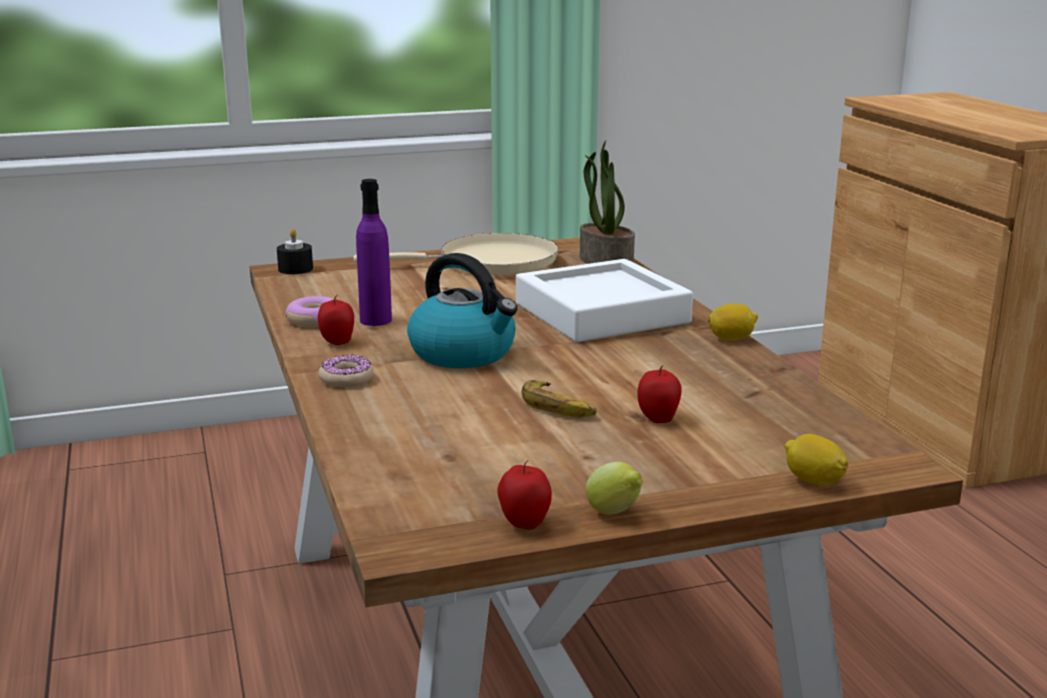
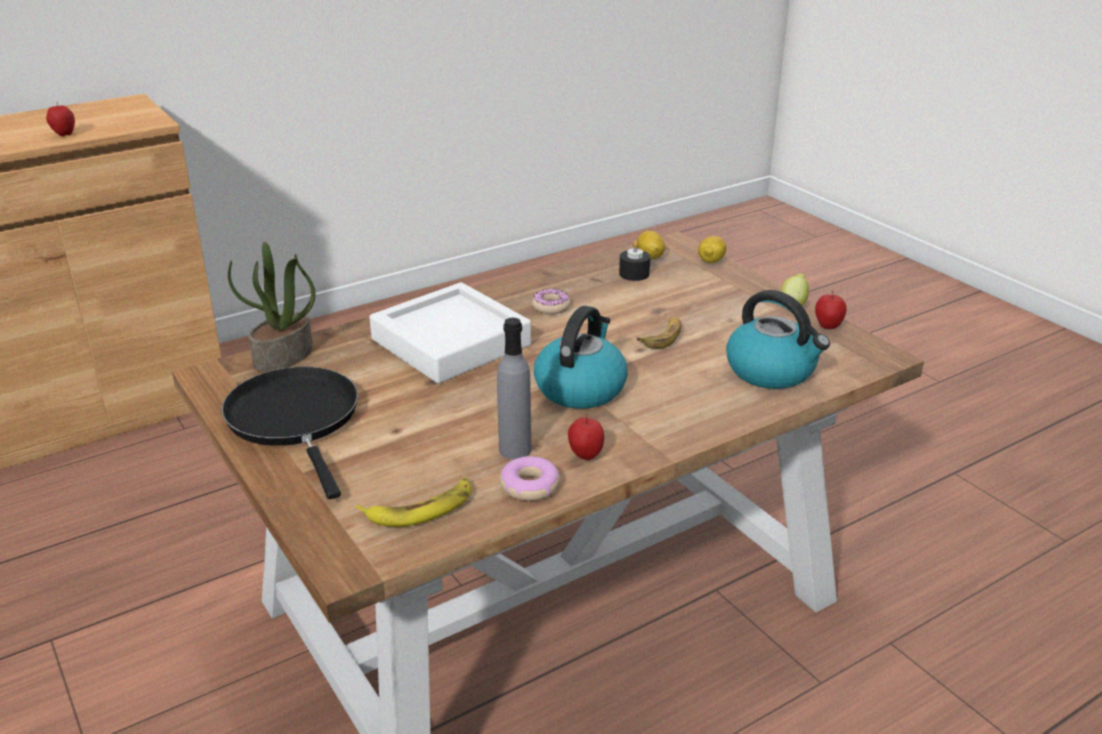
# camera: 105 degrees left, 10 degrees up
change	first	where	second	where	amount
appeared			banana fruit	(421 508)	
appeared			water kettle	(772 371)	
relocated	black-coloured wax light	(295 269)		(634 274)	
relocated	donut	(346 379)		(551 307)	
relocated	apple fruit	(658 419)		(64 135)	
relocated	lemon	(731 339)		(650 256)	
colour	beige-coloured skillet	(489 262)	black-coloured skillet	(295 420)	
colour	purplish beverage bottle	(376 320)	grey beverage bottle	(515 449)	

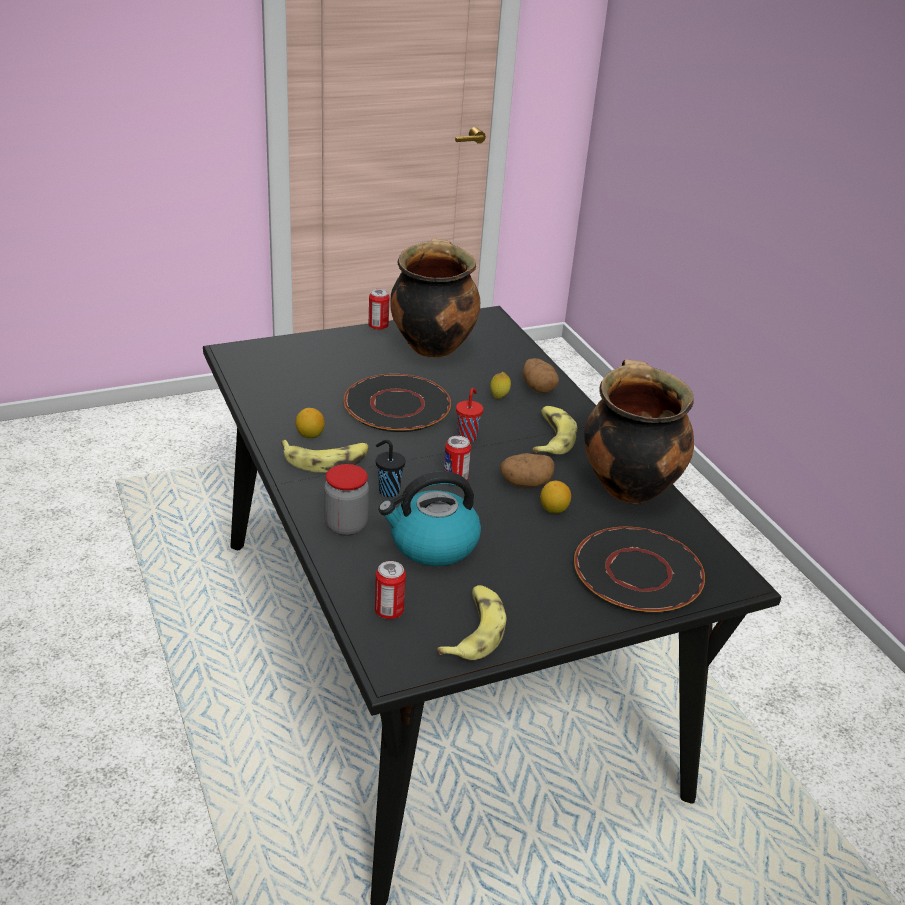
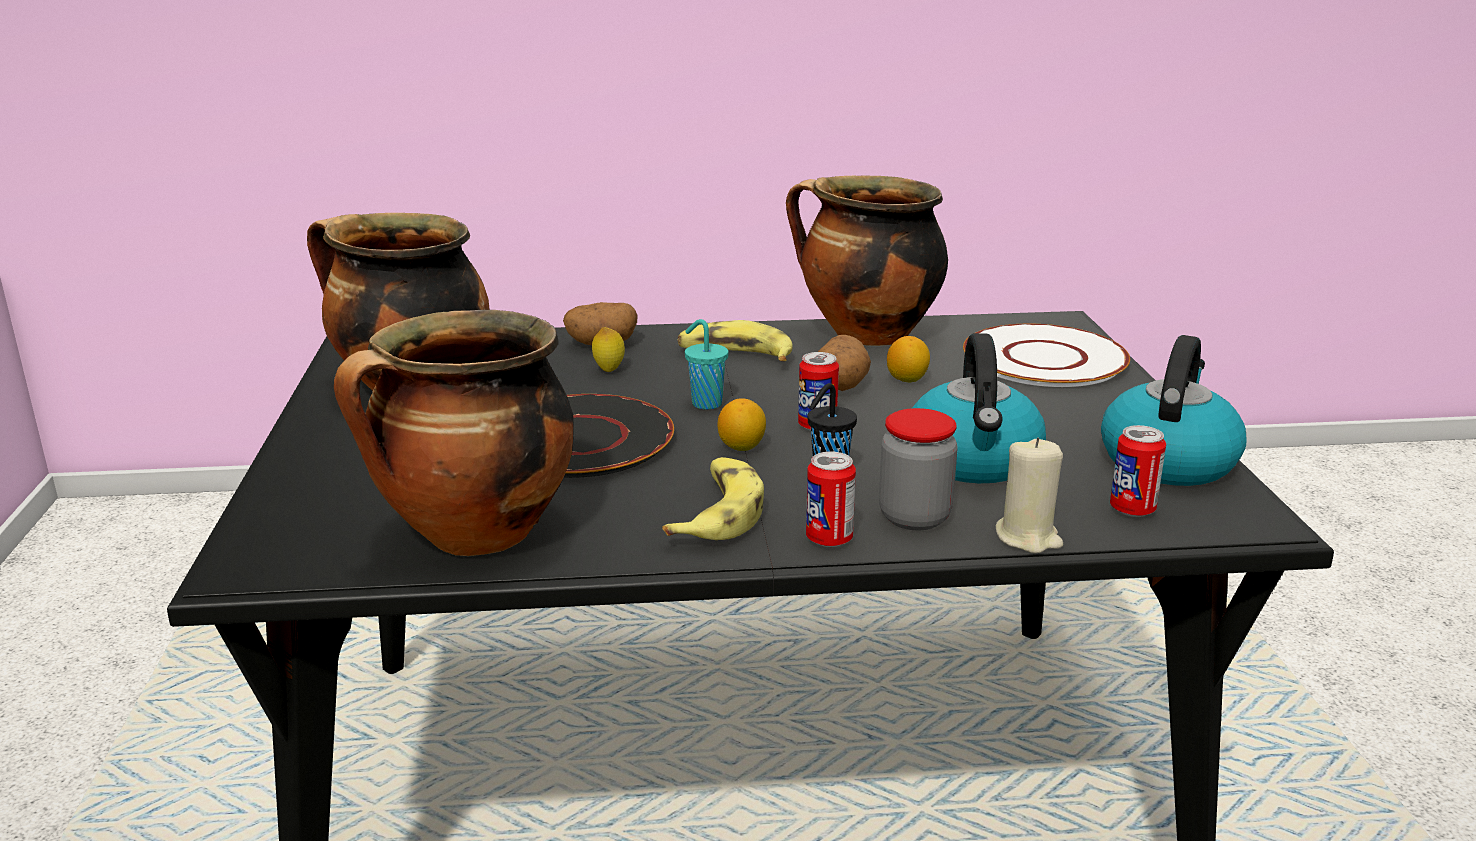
# camera: 70 degrees left, 10 degrees down
change	first	where	second	where	amount
appeared			cooking pot	(475 537)	
appeared			beige-coloured wax light	(1028 537)	
relocated	lemon	(310 435)		(742 447)	
relocated	metal can	(378 327)		(829 539)	
exchanged	banana fruit	(474 630)	water kettle	(1167 460)	
colour	red-coloured cup	(467 437)	blue-green cup	(705 403)	
colour	black-coloured plate	(638 571)	white plate	(1043 358)	

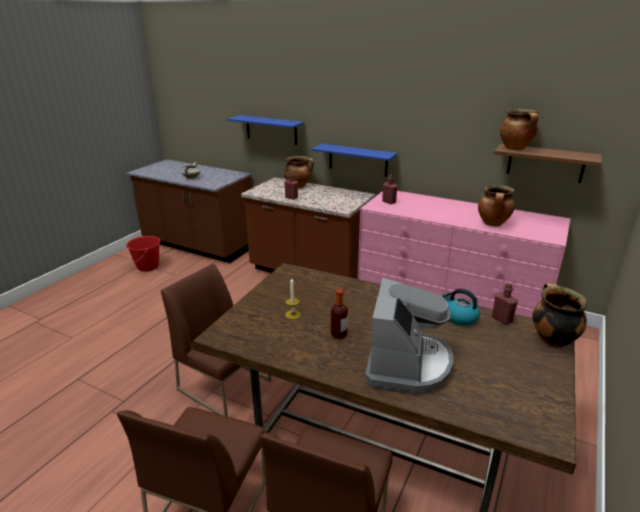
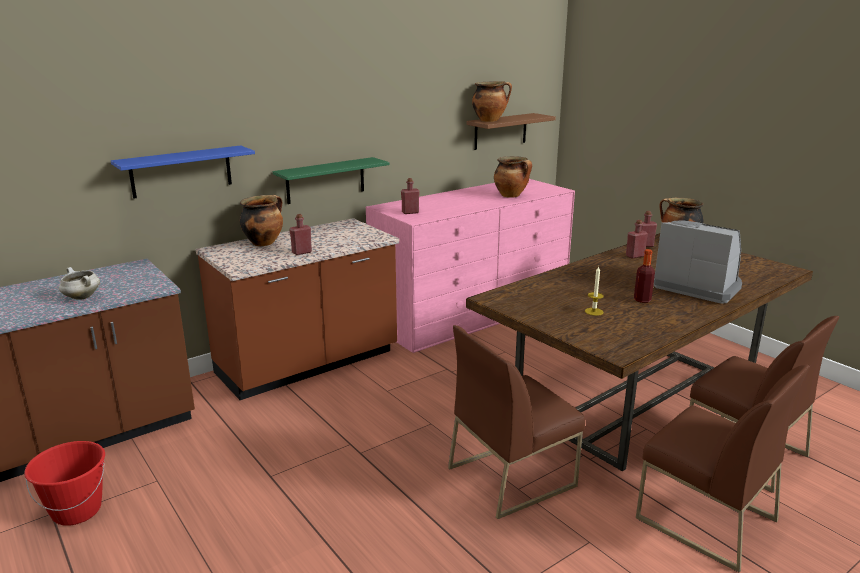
# camera: 65 degrees left, 5 degrees down
change	first	where	second	where	amount
exchanged	water kettle	(460 318)	red-coloured beverage bottle	(635 256)	
colour	blue shelf	(358 160)	green-coloured shelf	(325 180)	

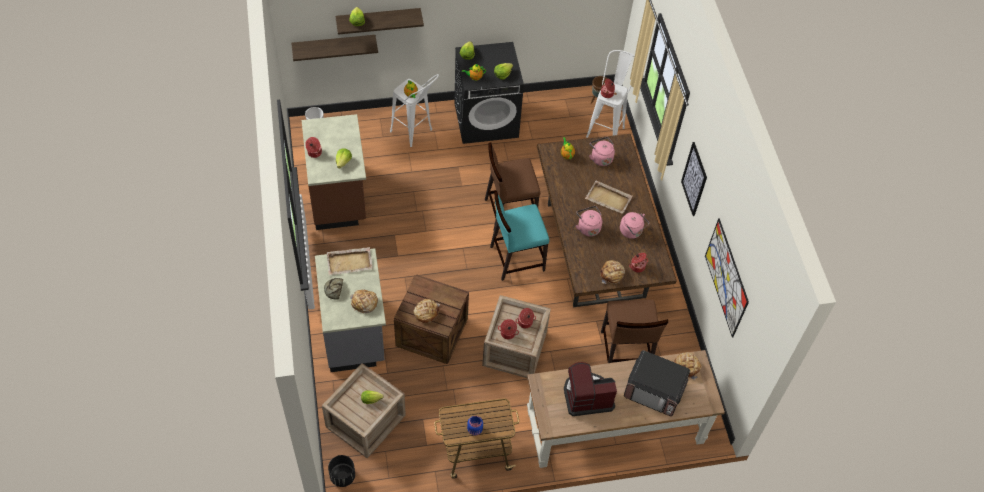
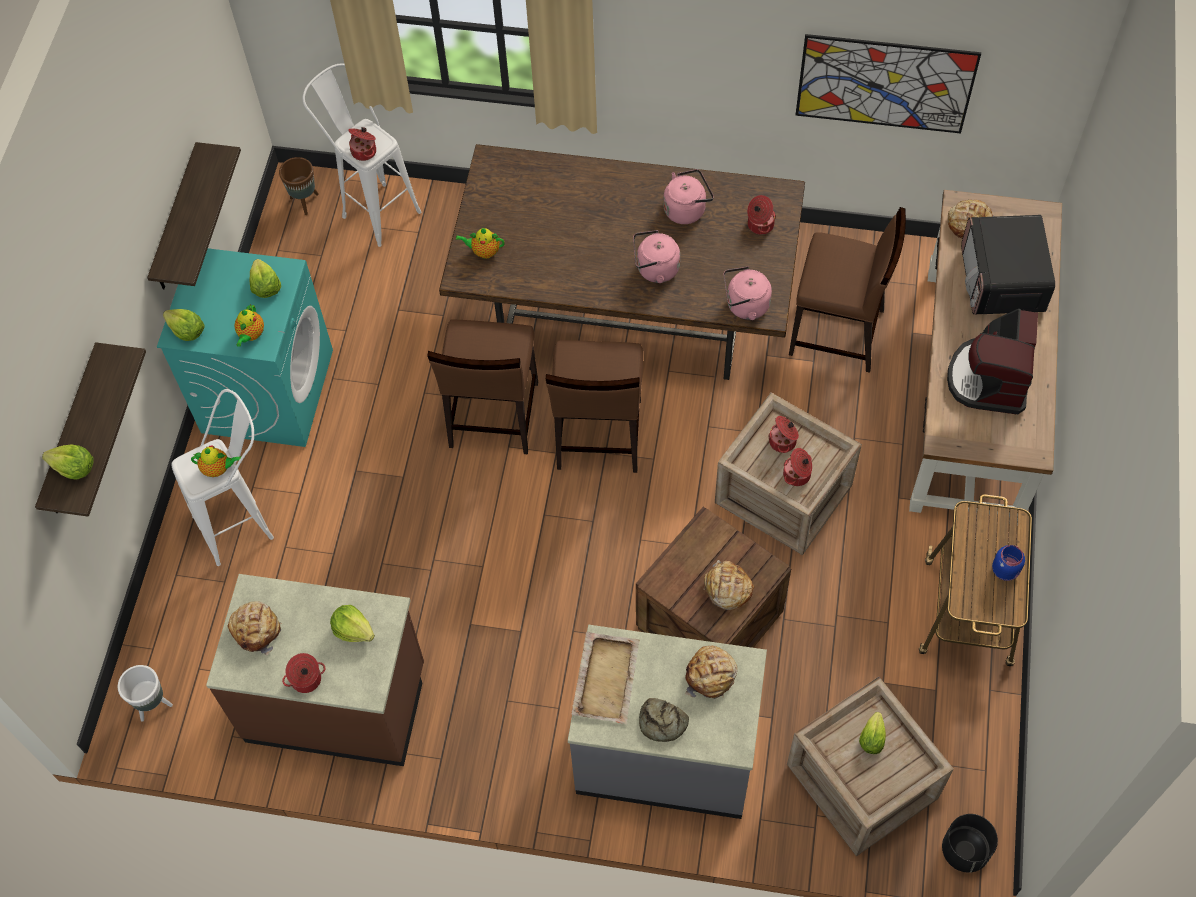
# camera: 65 degrees left, 5 degrees up
change	first	where	second	where	amount
missing	beige-coloured tray	(609 198)			
missing	wall art	(694 179)			
relocated	shelf	(334 46)		(177 221)	
relocated	pinkish water kettle	(600 158)		(745 306)	
relocated	baked bread	(612 274)		(257 629)	
colour	black-coloured laundry appliance	(486 120)	blue-green laundry appliance	(267 390)	
colour	blue-green chair	(516 258)	brownish chair	(598 435)	
spun	microwave	(654 390)		(1001 281)	135 degrees clockwise

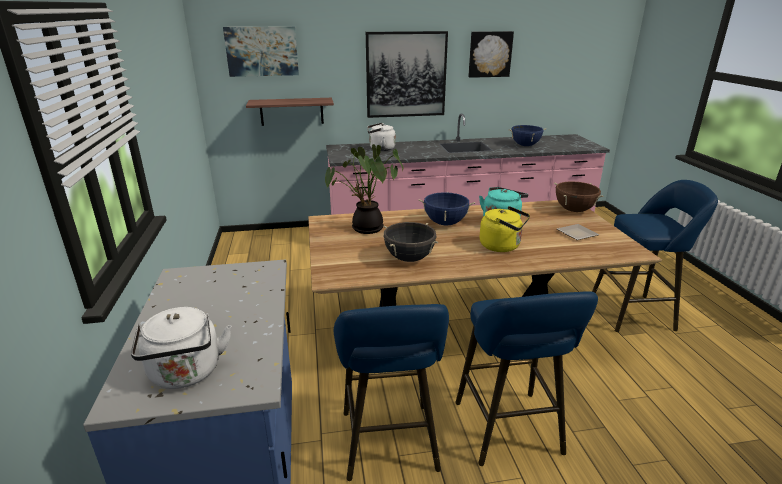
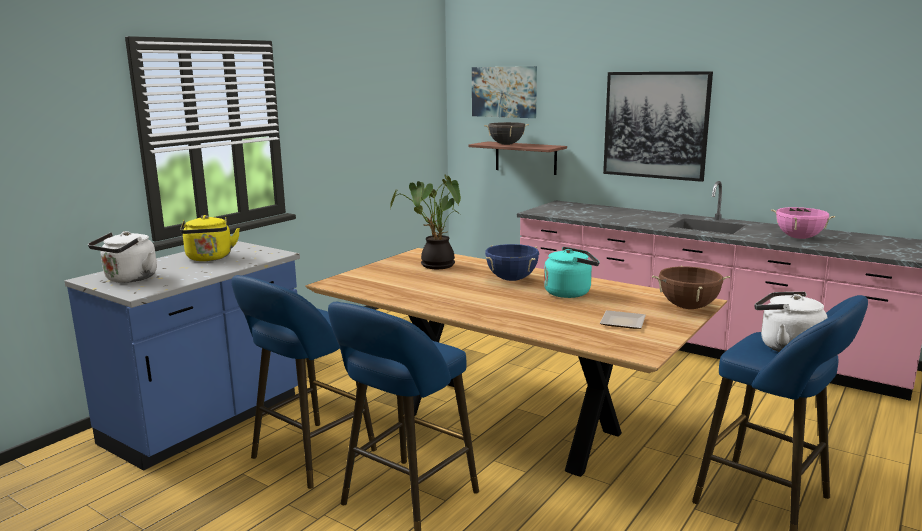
# camera: 45 degrees right, 10 degrees down
change	first	where	second	where	amount
missing	wall art	(489 54)			
relocated	white water kettle	(380 149)		(785 347)	
relocated	black-coloured cooking pot	(409 258)		(506 144)	
relocated	yellow water kettle	(502 246)		(209 258)	
colour	blue cooking pot	(525 145)	pinkish cooking pot	(799 238)	

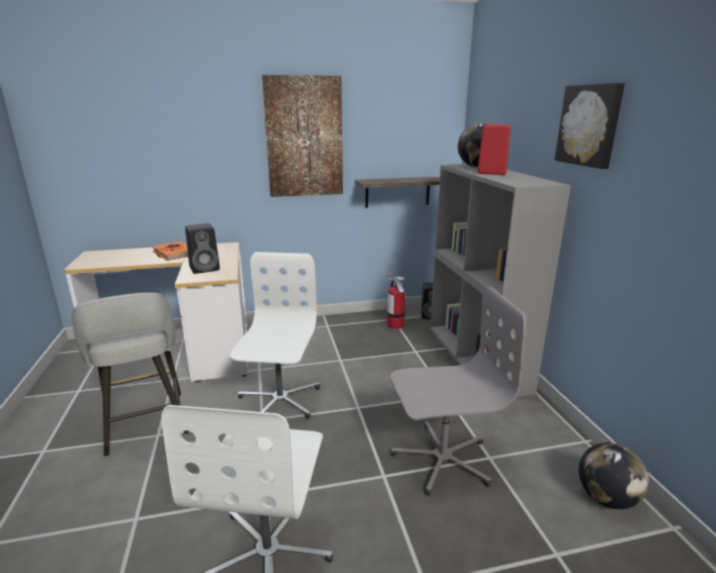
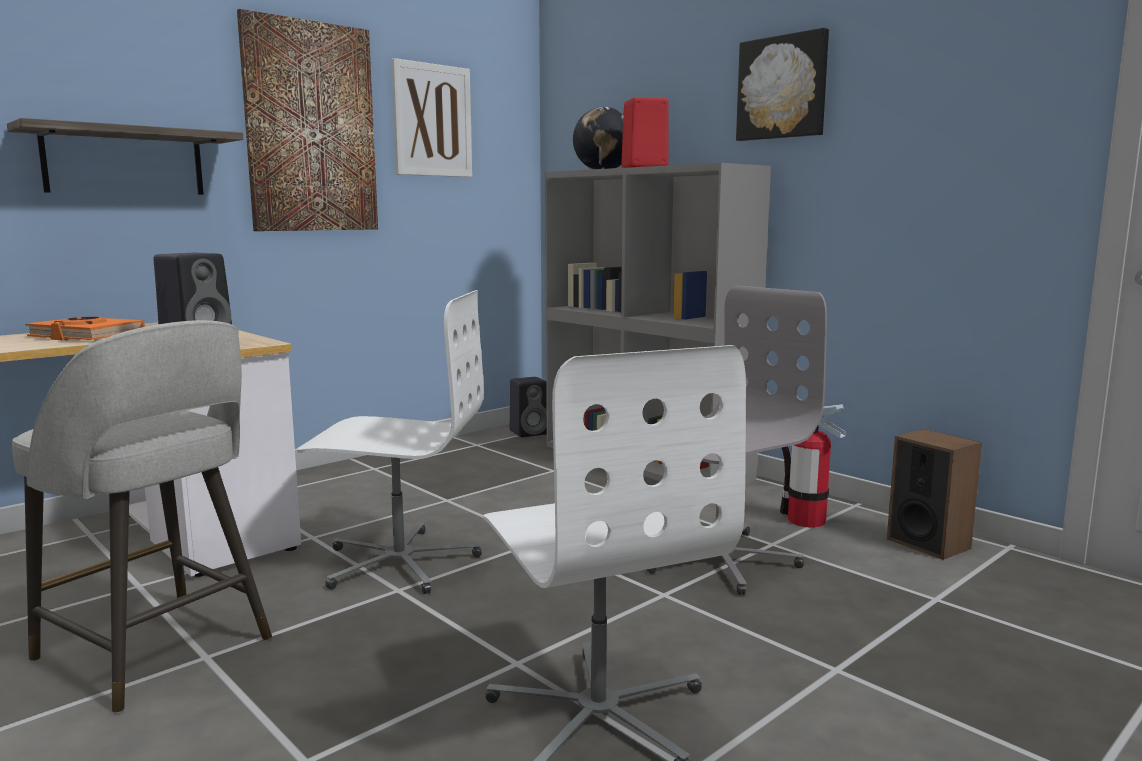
# camera: 30 degrees left, 10 degrees down
change	first	where	second	where	amount
appeared			wall art	(432 120)	
relocated	shelf	(397 192)		(124 162)	
relocated	fire-fighting cylinder	(395 325)		(806 520)	
exchanged	desk globe	(606 498)	audio speaker	(928 543)	
spun	white desk chair	(279 400)		(399 562)	120 degrees clockwise

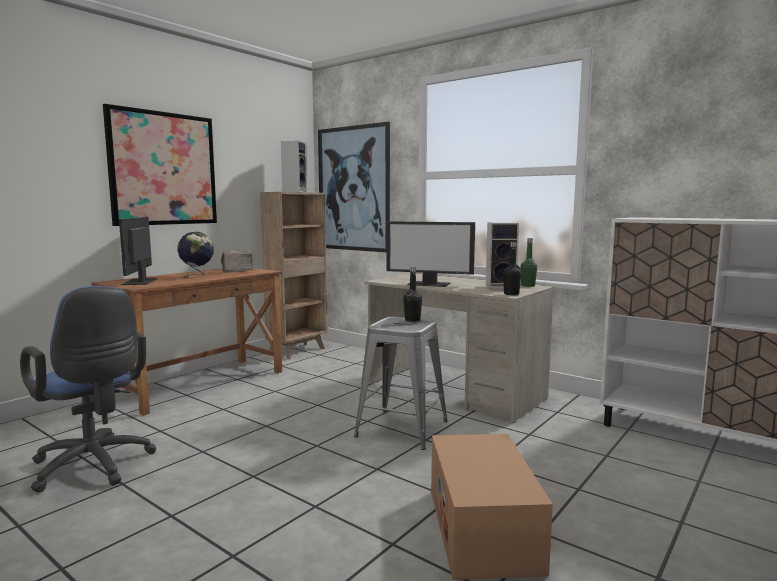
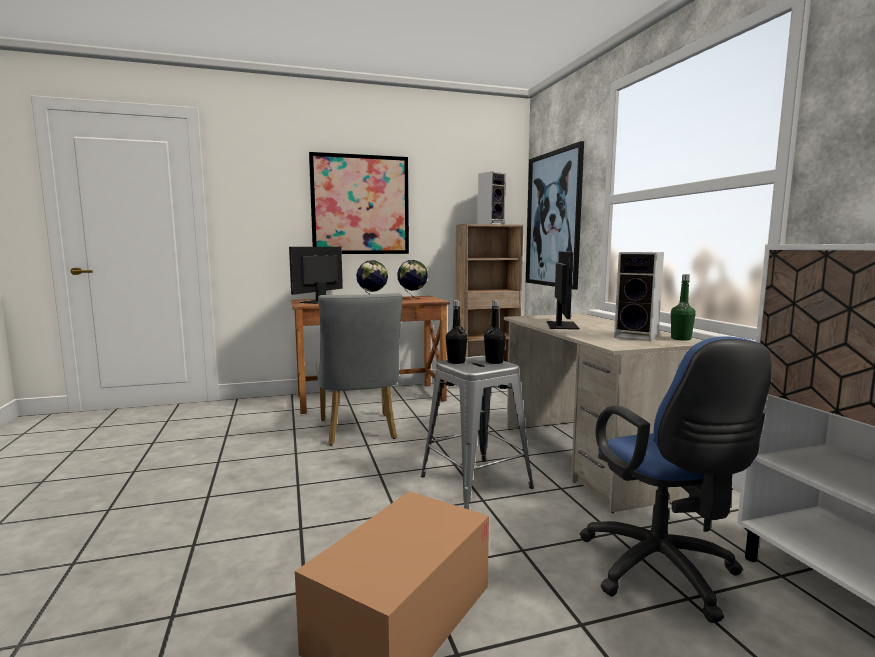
# camera: 35 degrees right, 0 degrees up
change	first	where	second	where	amount
appeared			grey chair	(359 431)	
relocated	blue desk chair	(94 467)		(663 574)	
relocated	black-coloured beverage bottle	(511 294)		(456 362)	
exchanged	radio	(235 271)	desk globe	(412 298)	
spun	monitor	(429 284)		(561 325)	135 degrees counterclockwise

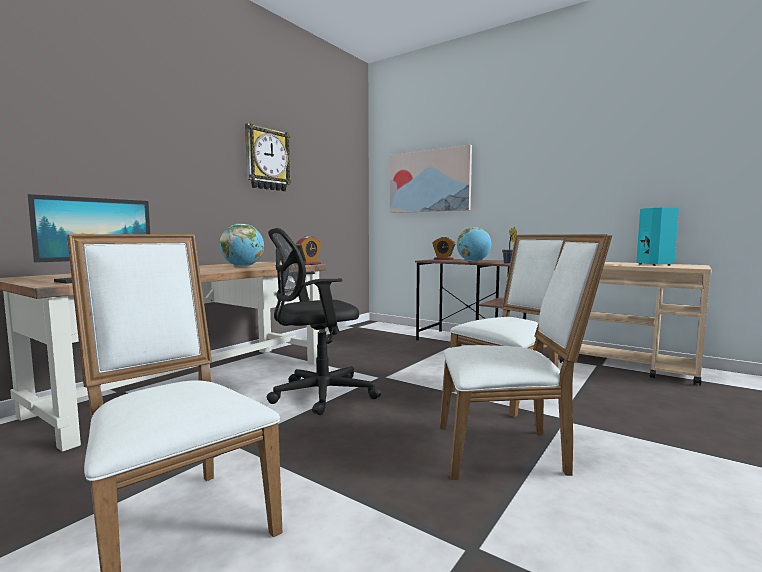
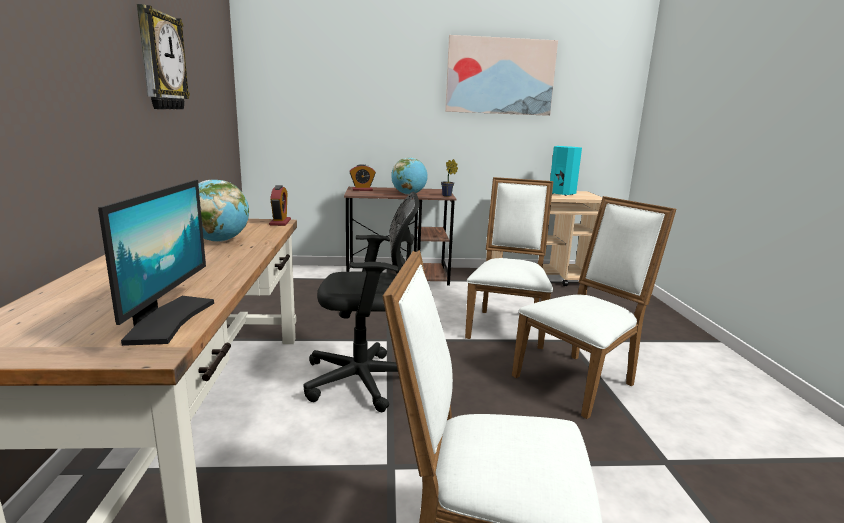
# camera: 40 degrees left, 10 degrees up
change	first	where	second	where	amount
relocated	wall art	(429 181)		(500 76)	
spun	black-coloured desk chair	(317 395)		(366 381)	120 degrees counterclockwise

